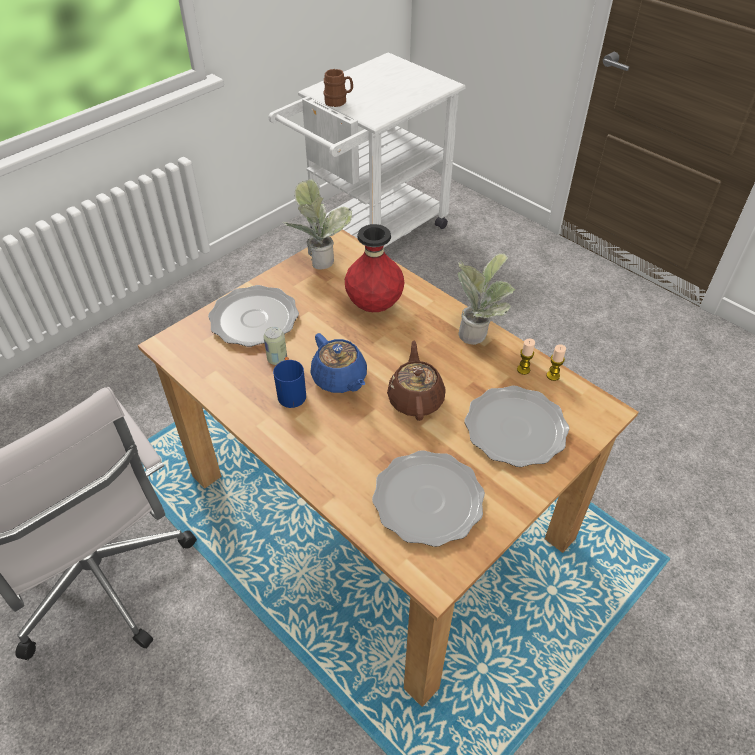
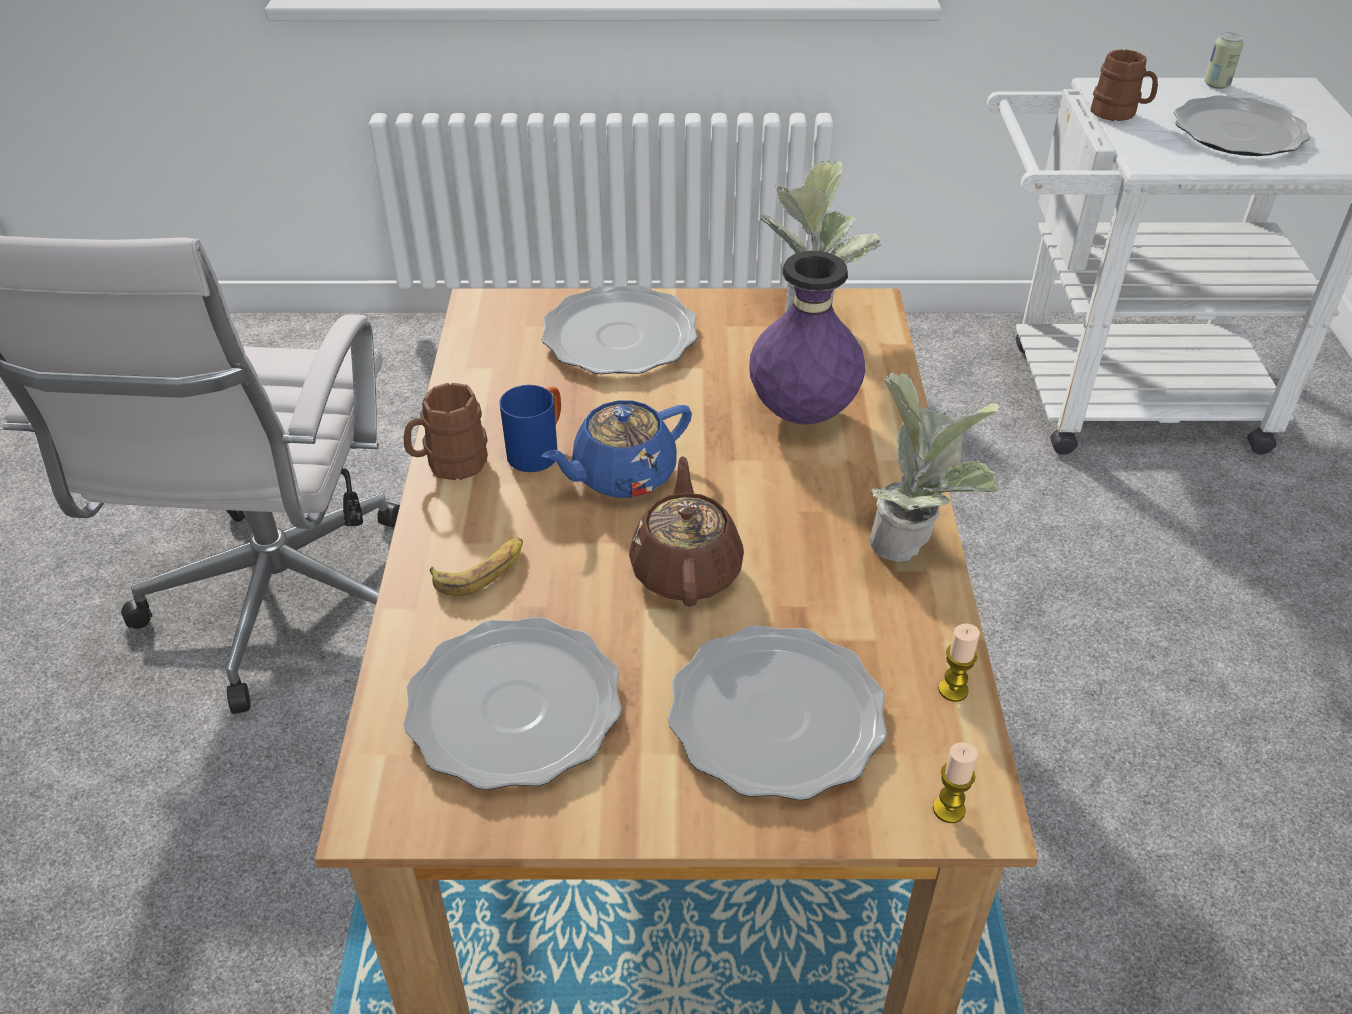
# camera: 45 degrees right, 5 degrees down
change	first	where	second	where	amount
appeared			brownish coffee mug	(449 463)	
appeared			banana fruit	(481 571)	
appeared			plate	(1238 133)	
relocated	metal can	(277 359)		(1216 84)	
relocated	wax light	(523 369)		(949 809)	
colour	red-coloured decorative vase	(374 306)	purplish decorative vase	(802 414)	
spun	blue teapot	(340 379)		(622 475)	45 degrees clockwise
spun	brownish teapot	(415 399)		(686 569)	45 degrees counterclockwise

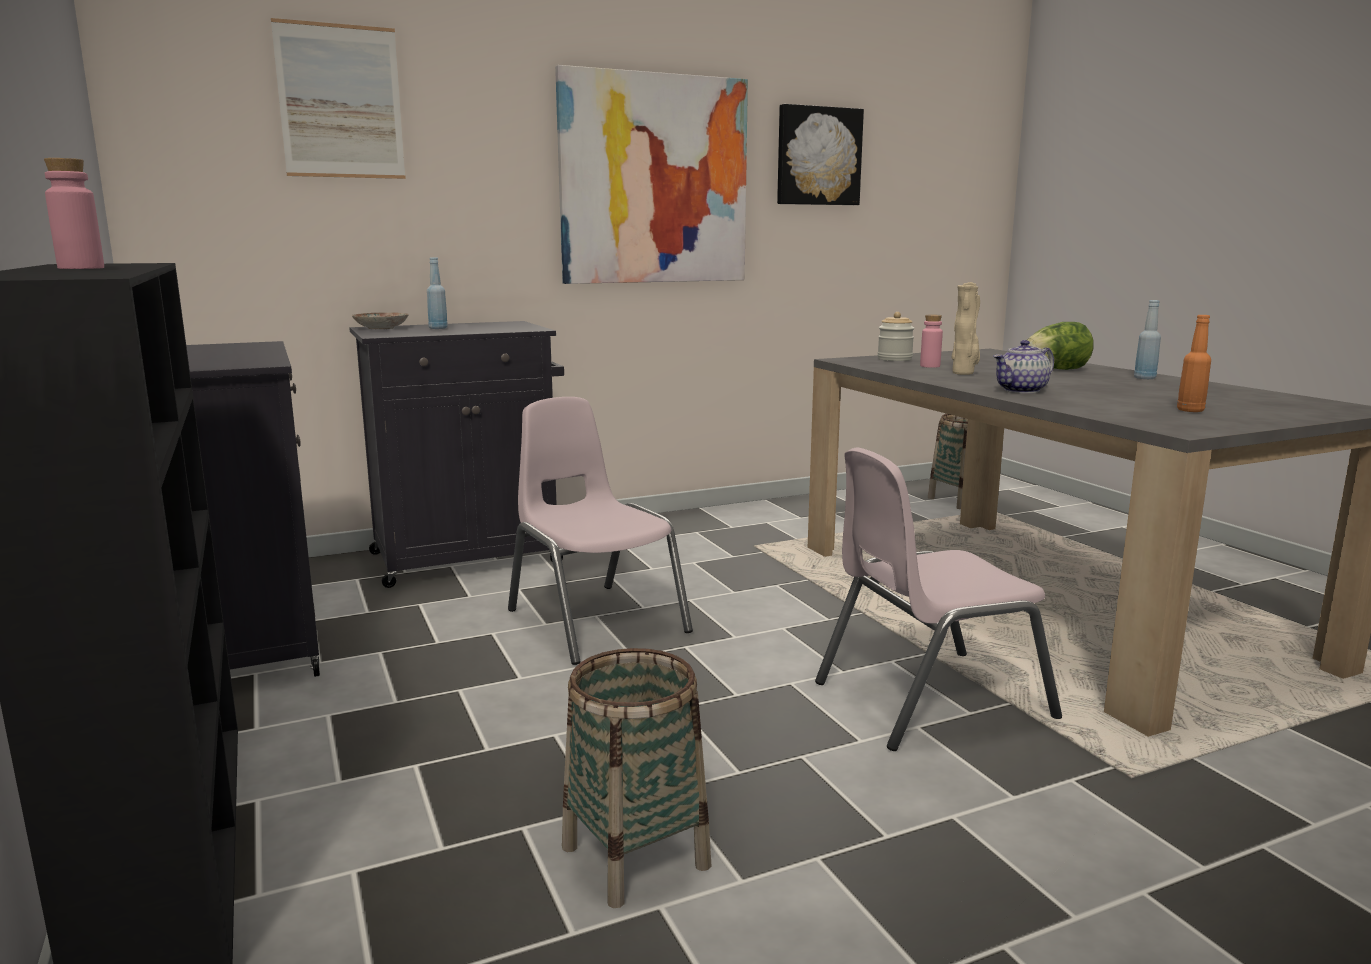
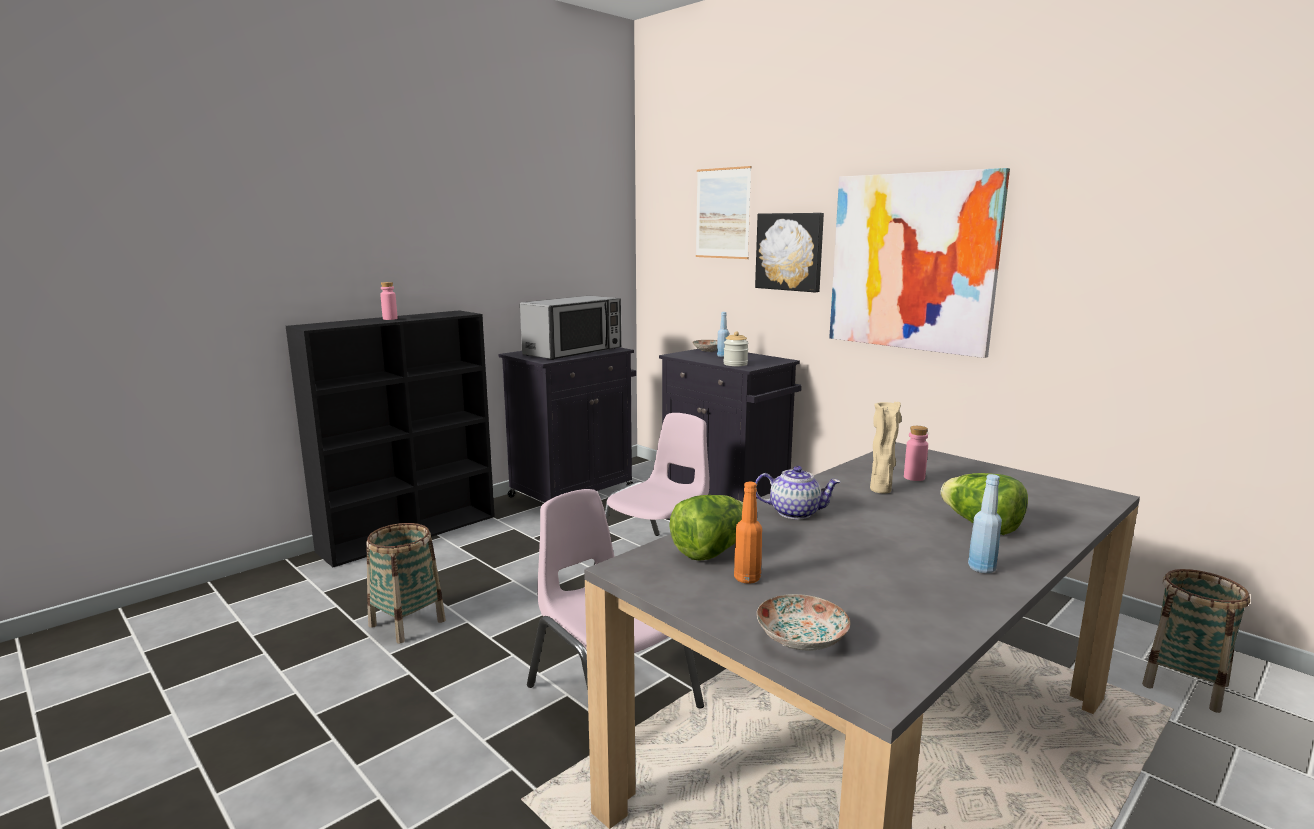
# camera: 70 degrees right, 0 degrees up
change	first	where	second	where	amount
appeared			microwave	(574 351)	
appeared			lettuce	(711 551)	
appeared			plate	(802 638)	
relocated	wall art	(817 156)		(790 251)	
relocated	jar	(894 359)		(735 364)	
spun	teapot	(1021 390)		(795 512)	150 degrees clockwise

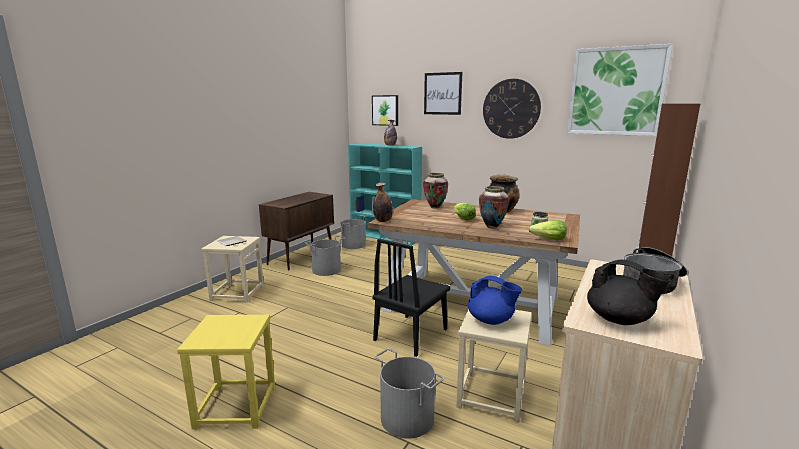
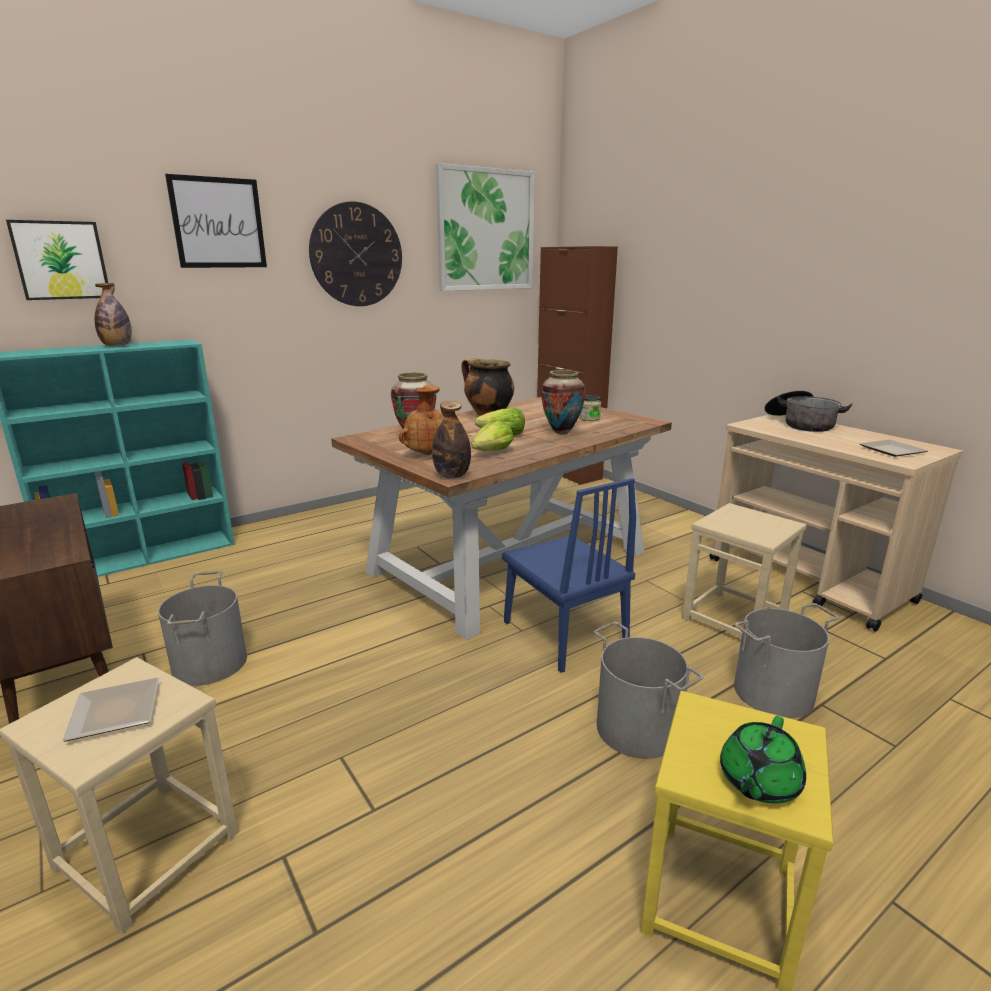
# camera: 65 degrees left, 5 degrees up
change	first	where	second	where	amount
missing	blue teapot	(491 320)			
appeared			brownish decorative vase	(427 454)	
appeared			green-coloured teapot	(758 782)	
relocated	grey water bucket	(353 245)		(636 729)	
relocated	lettuce	(548 239)		(492 452)	
exchanged	black-coloured teapot	(619 320)	plate	(894 451)	
colour	black-coloured chair	(411 334)	blue chair	(564 633)	

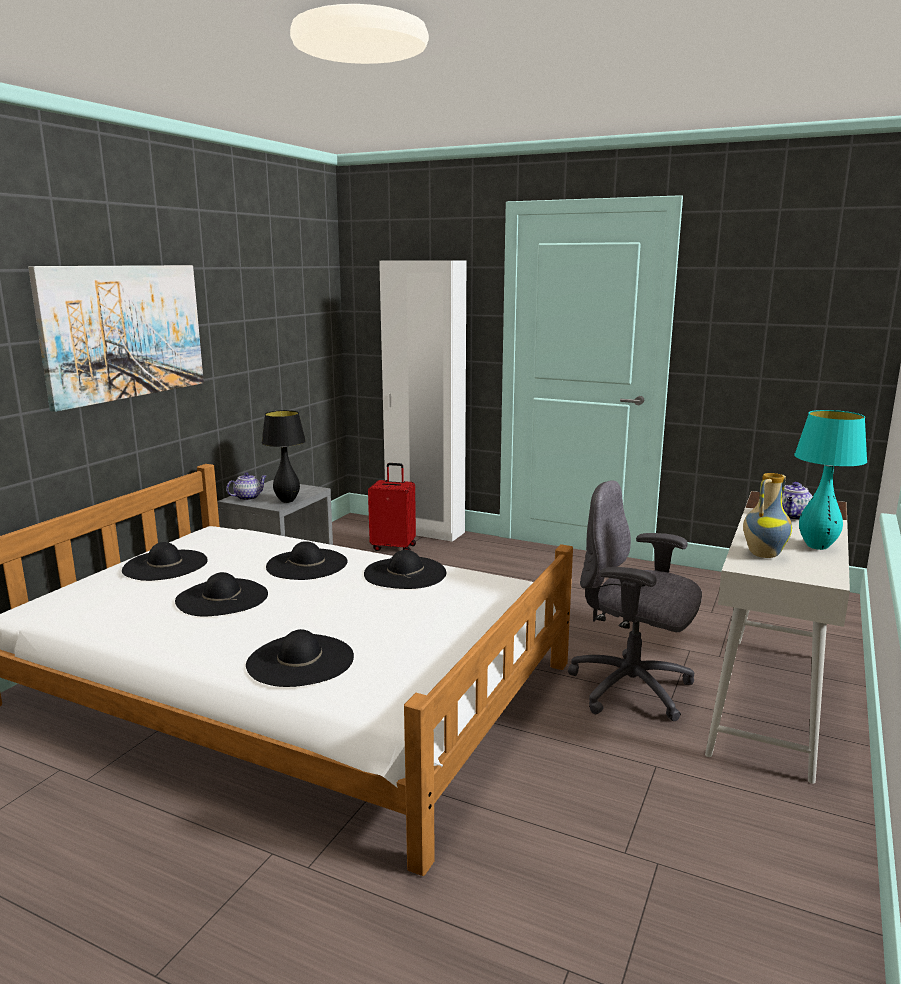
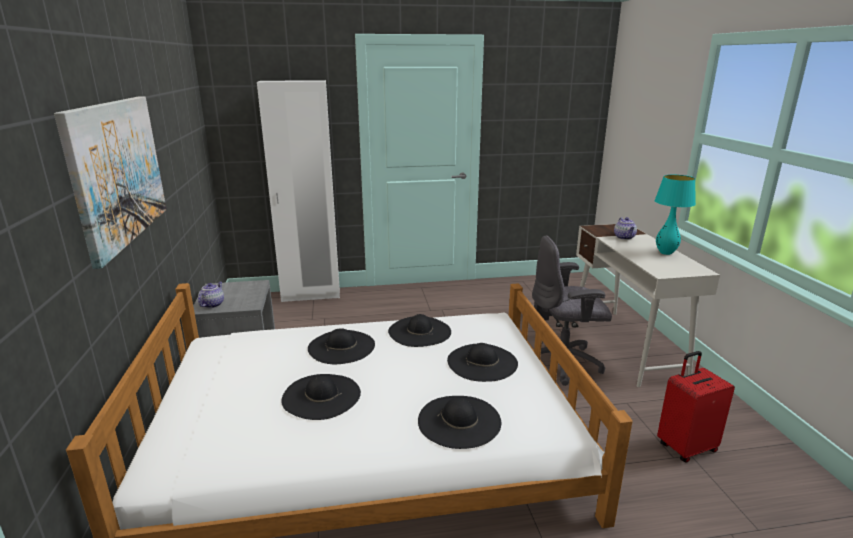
# camera: 35 degrees left, 5 degrees up
change	first	where	second	where	amount
missing	black-coloured table lamp	(287 501)			
missing	decorative vase	(762 554)			
relocated	black-coloured hat	(165 565)		(482 362)	
relocated	red-coloured piece of luggage	(394 547)		(685 447)	

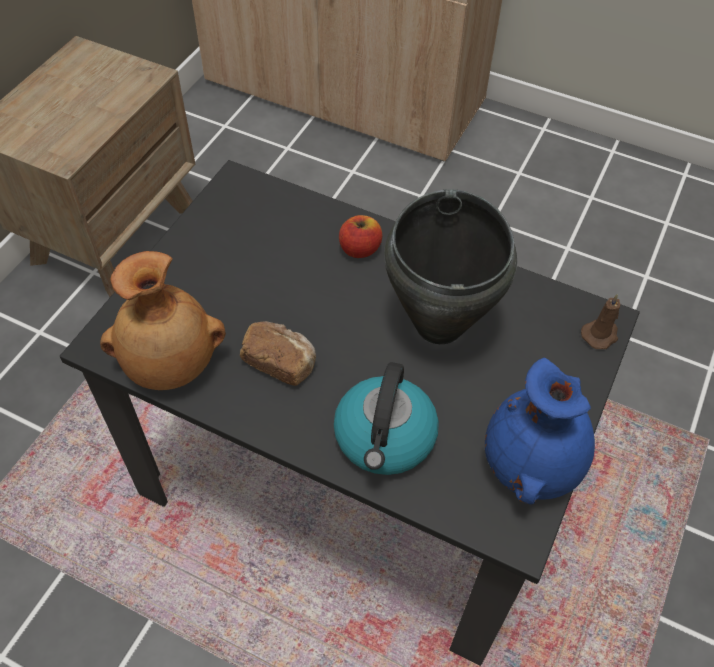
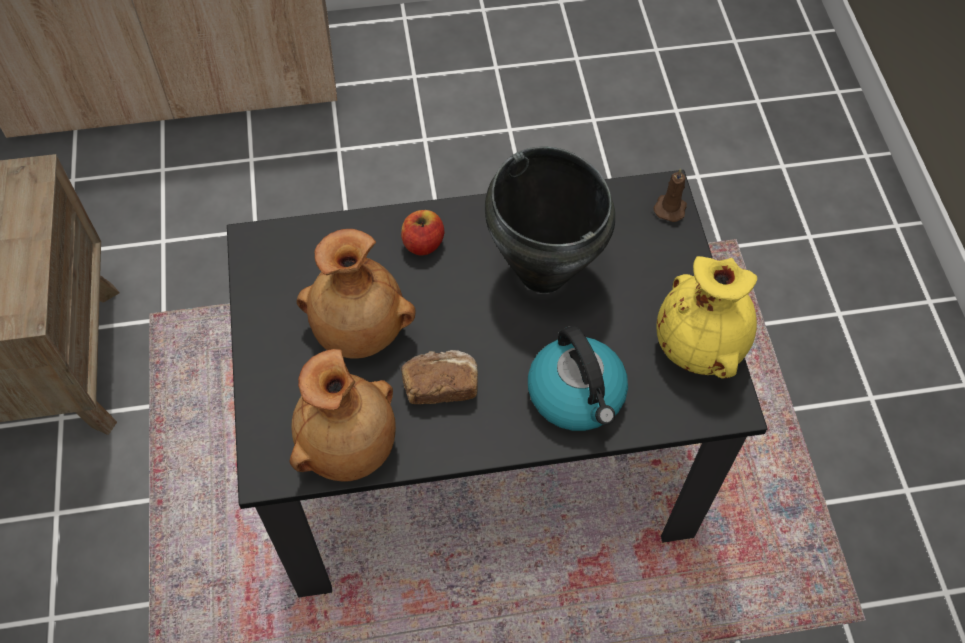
# camera: 35 degrees left, 5 degrees up
change	first	where	second	where	amount
appeared			brownish decorative vase	(359 332)	
colour	blue decorative vase	(532 465)	yellow decorative vase	(700 346)	

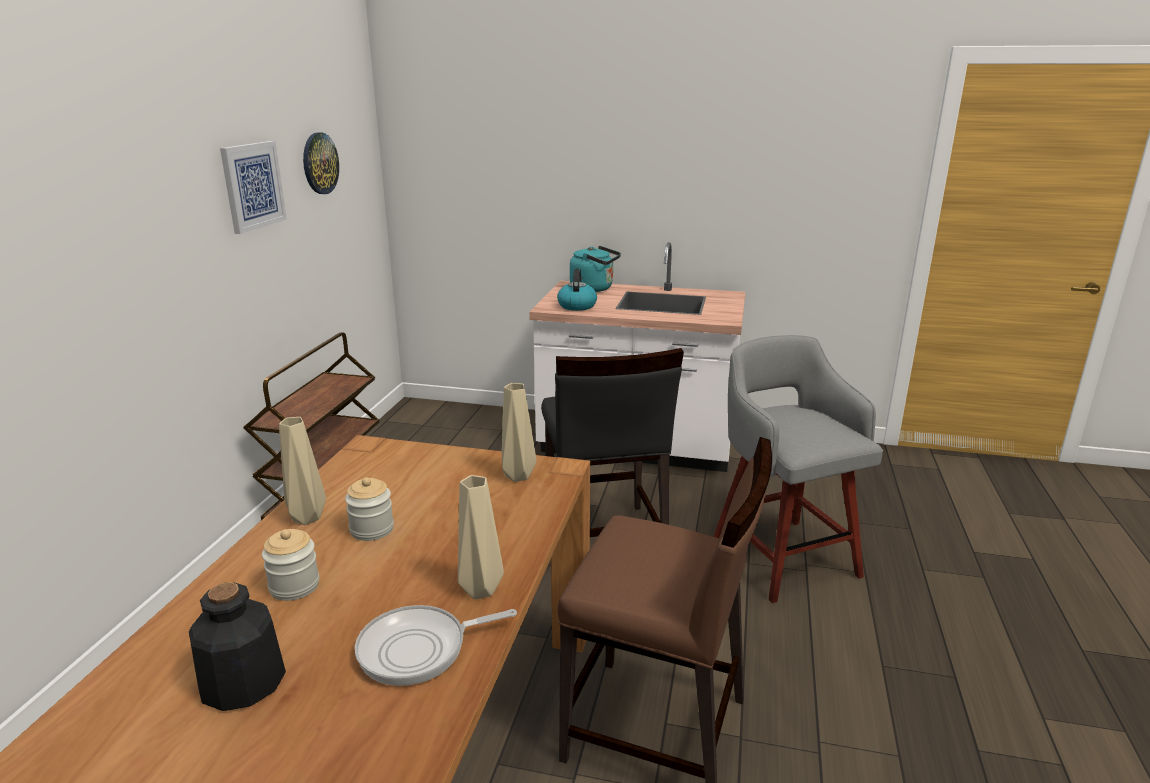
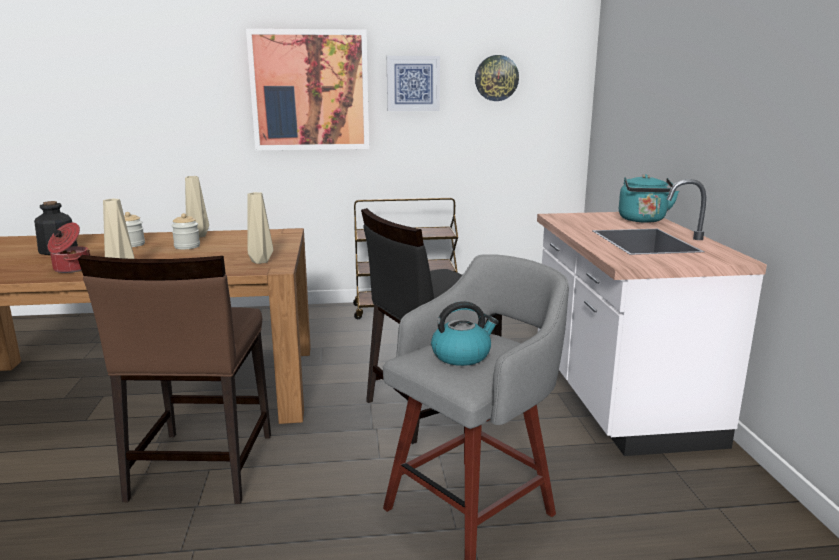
# camera: 70 degrees right, 5 degrees down
change	first	where	second	where	amount
appeared			wall art	(310 90)	
relocated	water kettle	(576 305)		(462 355)	
exchanged	skillet	(419 649)	cooking pot	(71 269)	

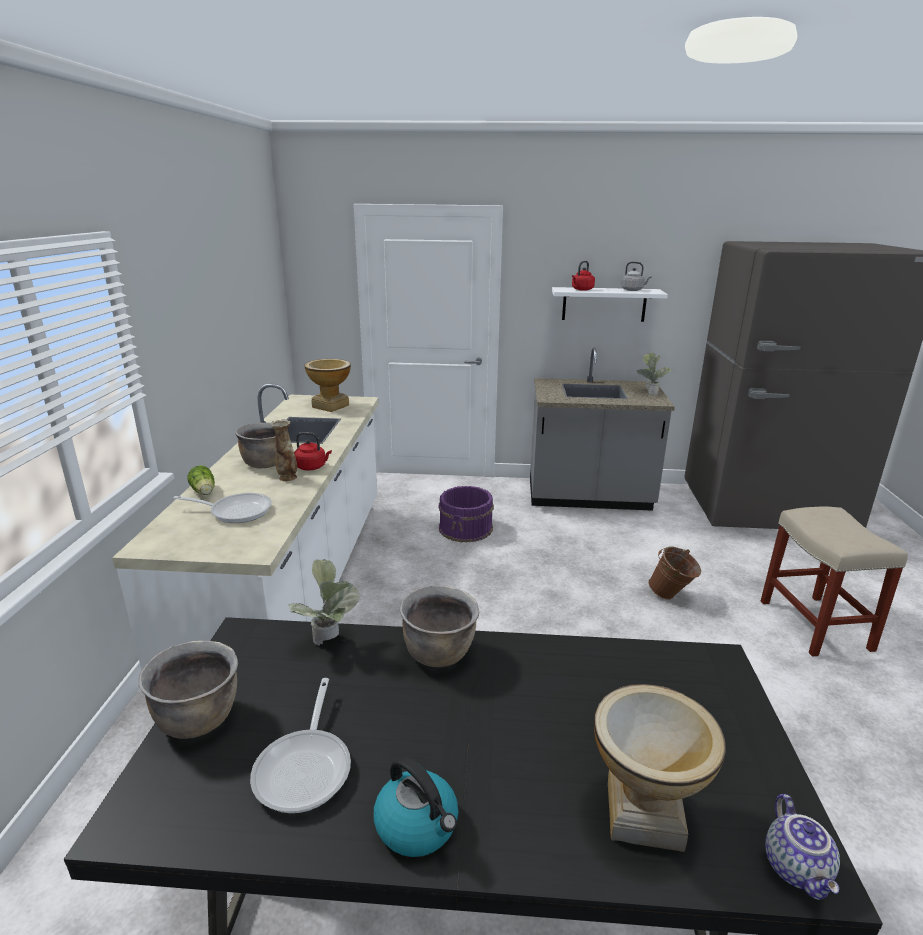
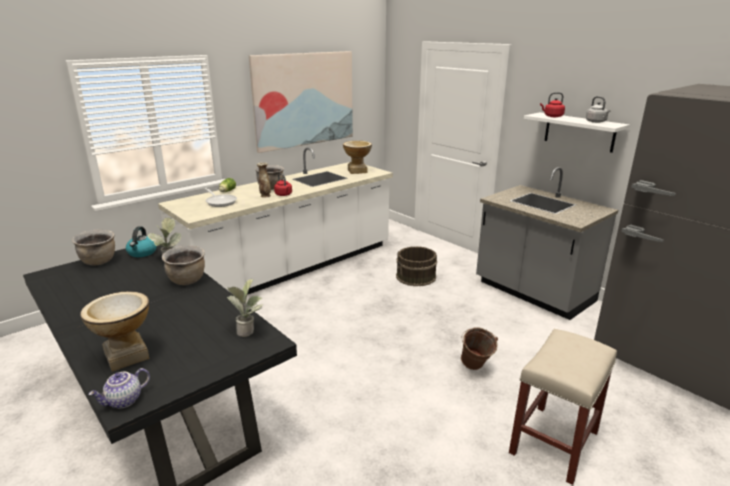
# camera: 45 degrees right, 0 degrees up
change	first	where	second	where	amount
missing	skillet	(306 767)			
appeared			wall art	(304 99)	
relocated	water kettle	(418 825)		(142 253)	
relocated	houseplant	(649 393)		(248 330)	
colour	purplish water bucket	(466 528)	brownish water bucket	(416 277)	

